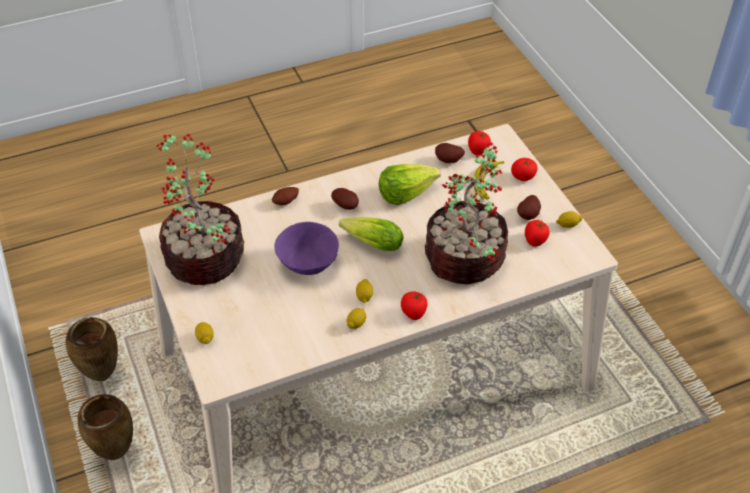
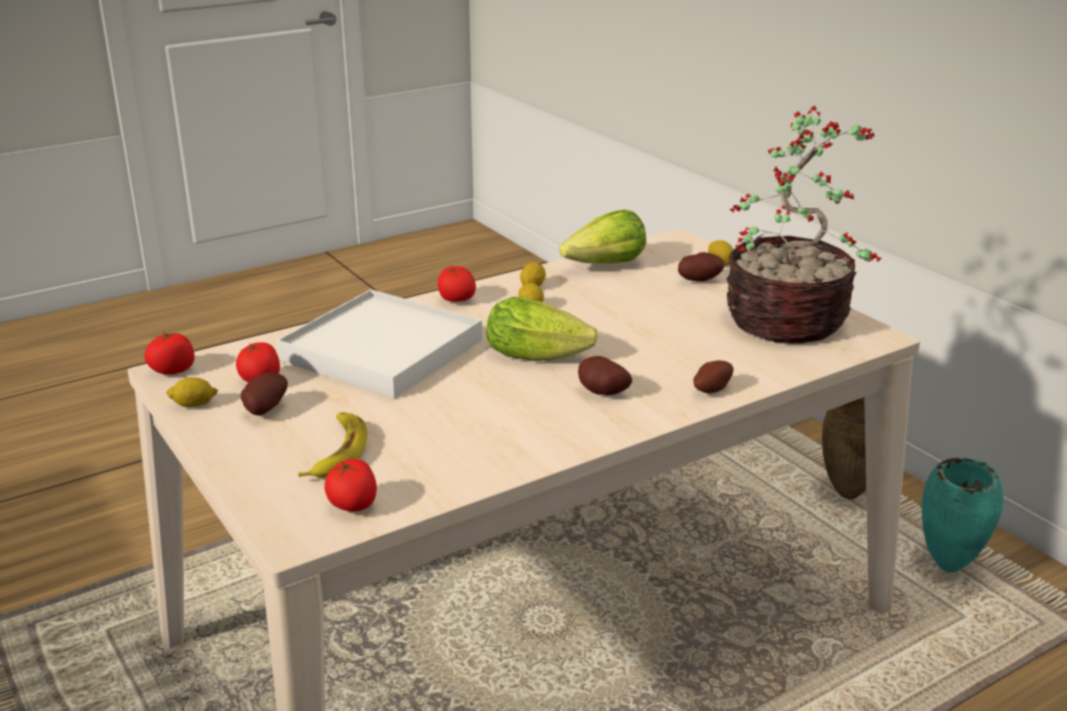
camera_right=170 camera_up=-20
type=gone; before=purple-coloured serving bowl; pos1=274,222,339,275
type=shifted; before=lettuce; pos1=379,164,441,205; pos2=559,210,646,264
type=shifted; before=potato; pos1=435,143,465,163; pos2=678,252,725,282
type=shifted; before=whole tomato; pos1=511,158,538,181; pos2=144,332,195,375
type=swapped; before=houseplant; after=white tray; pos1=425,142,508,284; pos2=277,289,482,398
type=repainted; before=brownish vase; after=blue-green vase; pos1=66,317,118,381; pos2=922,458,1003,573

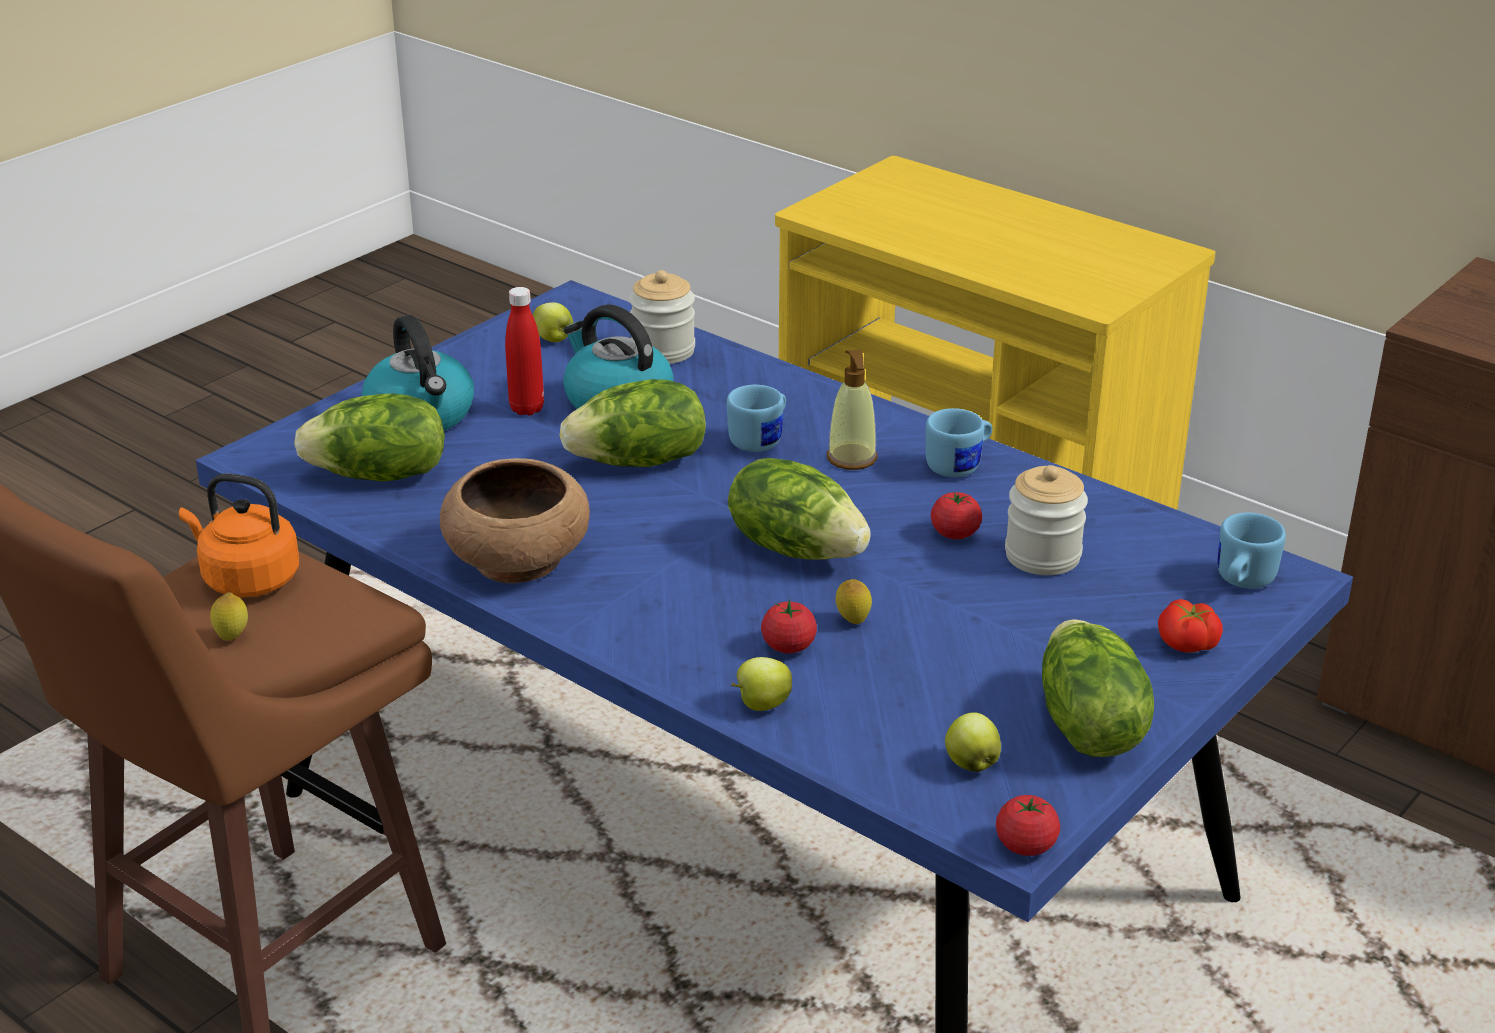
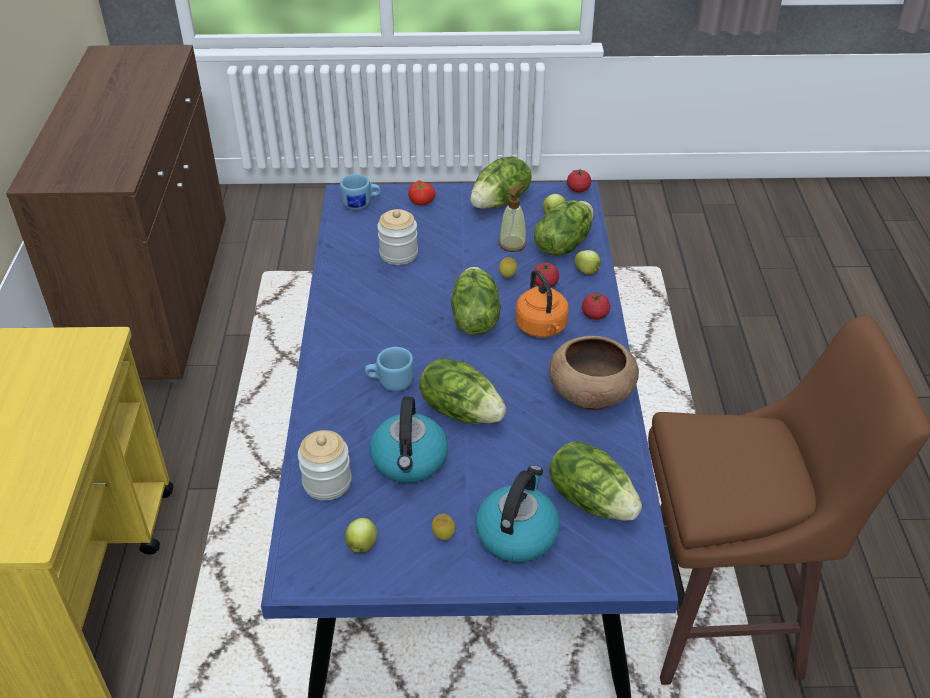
camera_right=-130 camera_up=10
type=gone; before=red beverage bottle; pos1=505,287,544,416
type=gone; before=blue tea mug; pos1=926,408,992,477
type=new; after=lettuce; pos2=534,200,593,256
type=shifted; before=orange-coloured water kettle; pos1=179,473,299,597; pos2=516,269,569,338
type=shifted; before=whole lemon; pos1=210,592,248,641; pos2=432,514,455,541
type=shifted; before=liquid soap bottle; pos1=827,350,877,470; pos2=499,185,527,252
type=shifted; before=whole tomato; pos1=931,492,982,539; pos2=582,292,610,320

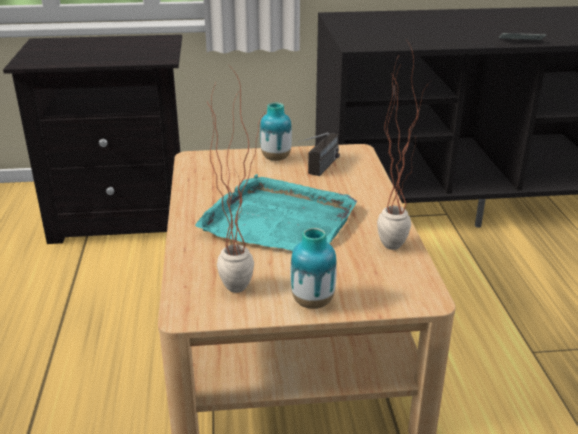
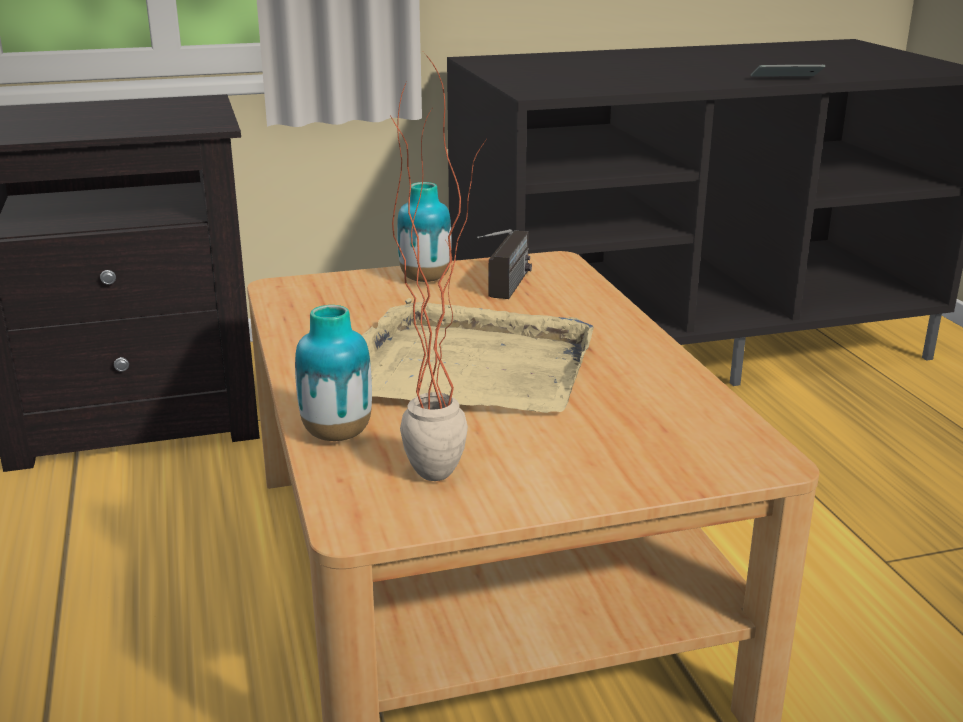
camera_right=-10 camera_up=-5
type=gone; before=houseplant; pos1=377,41,430,250
type=shifted; before=vase; pos1=290,227,337,309; pos2=295,305,372,441
type=repainted; before=blue-green tray; after=beige-coloured tray; pos1=195,174,357,251; pos2=361,298,594,413

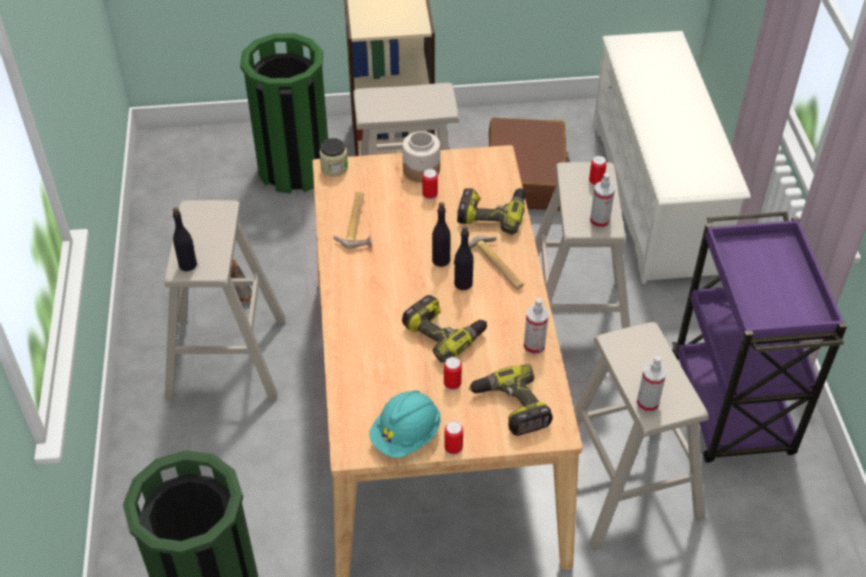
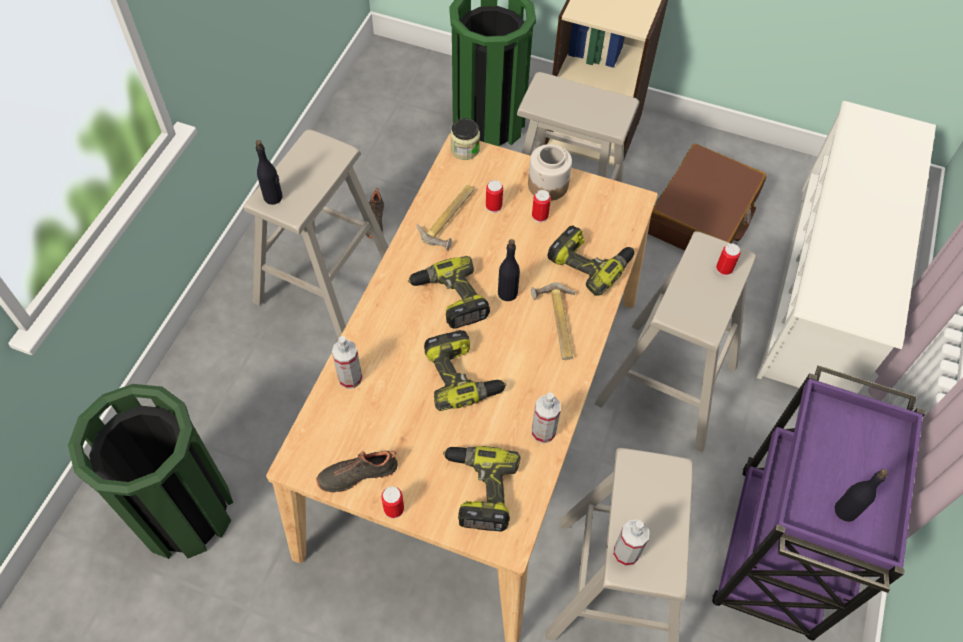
camera_right=25 camera_up=10
type=new; after=power drill; pos2=408,256,490,329
type=shifted; before=sealed can; pos1=444,357,462,391; pos2=486,180,503,213
type=shifted; before=black-coloured beverage bottle; pos1=454,226,474,290; pos2=835,469,888,522
type=shifted; before=spray bottle; pos1=590,173,615,228; pos2=332,336,362,389
type=swapped; before=blue-green safety helmet; after=black-coloured low shoe; pos1=369,390,441,458; pos2=316,451,398,492

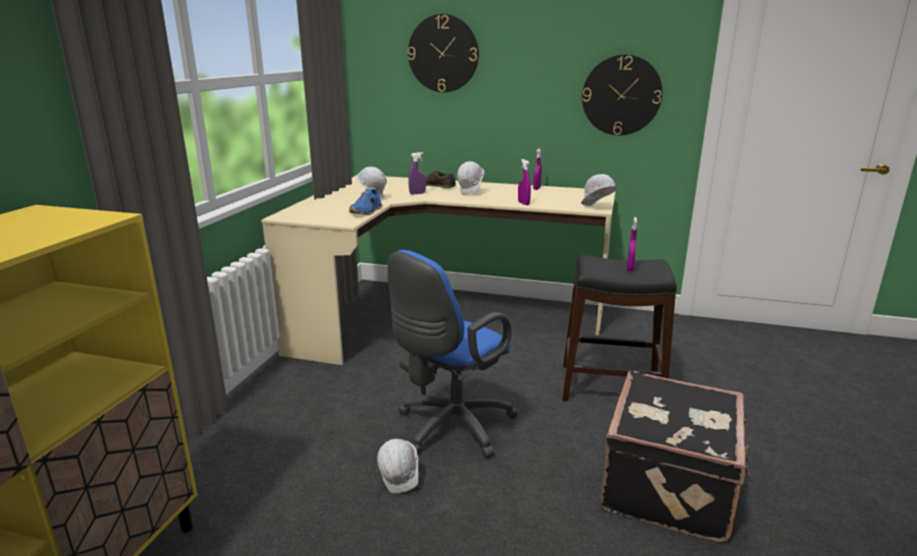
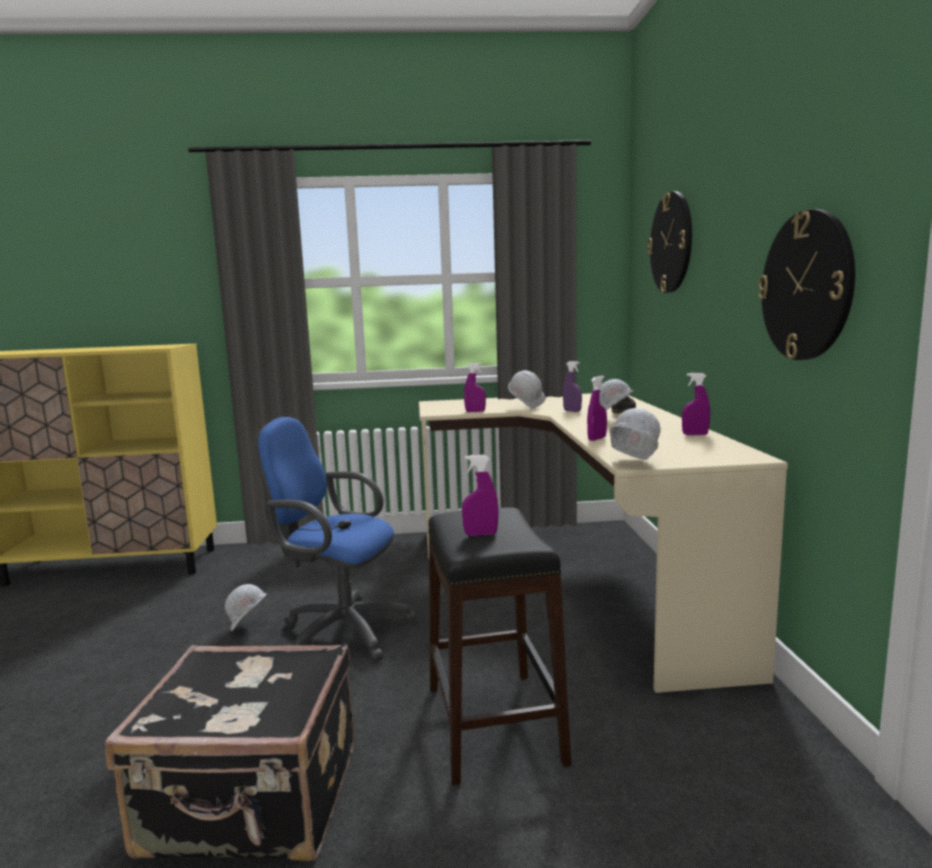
camera_right=70 camera_up=-10
type=swapped; before=blue low shoe; after=purple-coloured spray bottle; pos1=349,187,382,215; pos2=464,363,486,412

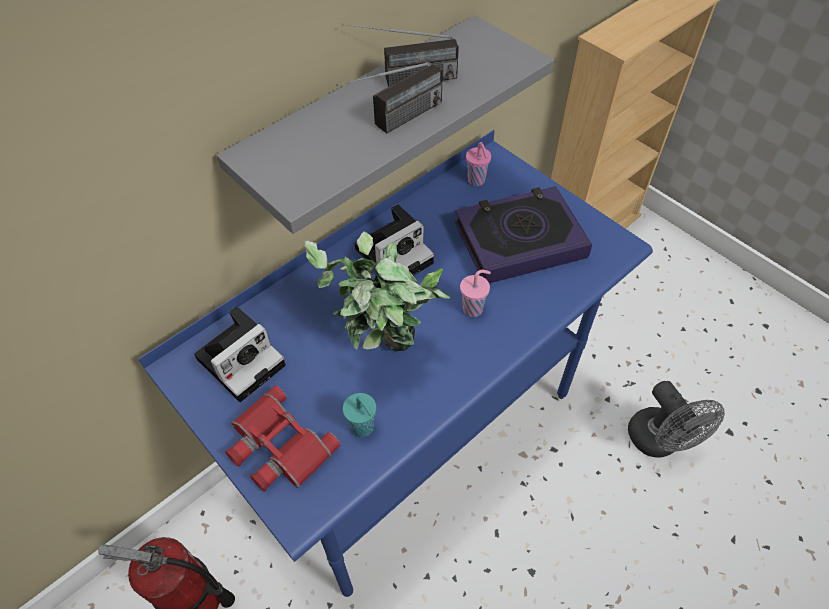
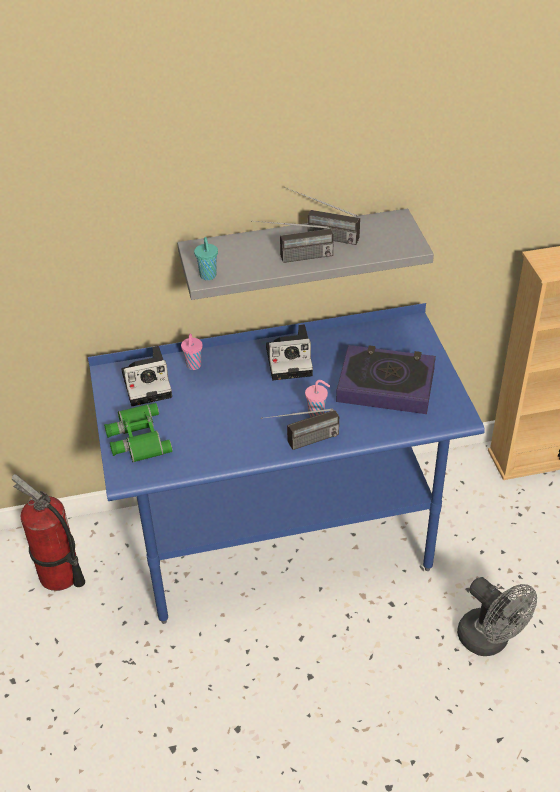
camera_right=30 camera_up=-10
type=gone; before=houseplant; pos1=305,232,450,351
type=new; after=radio receiver; pos2=261,409,339,450
type=shifted; before=blue-green small cup; pos1=343,393,376,437; pos2=194,237,218,280
type=shifted; before=pinkish small cup; pos1=466,142,491,186; pos2=181,333,202,370
type=repainted; before=red field glasses; after=green field glasses; pos1=225,385,340,492; pos2=104,403,173,462
type=rotated; before=grey fan; pos1=628,381,725,458; pos2=457,577,537,656; turn=-45

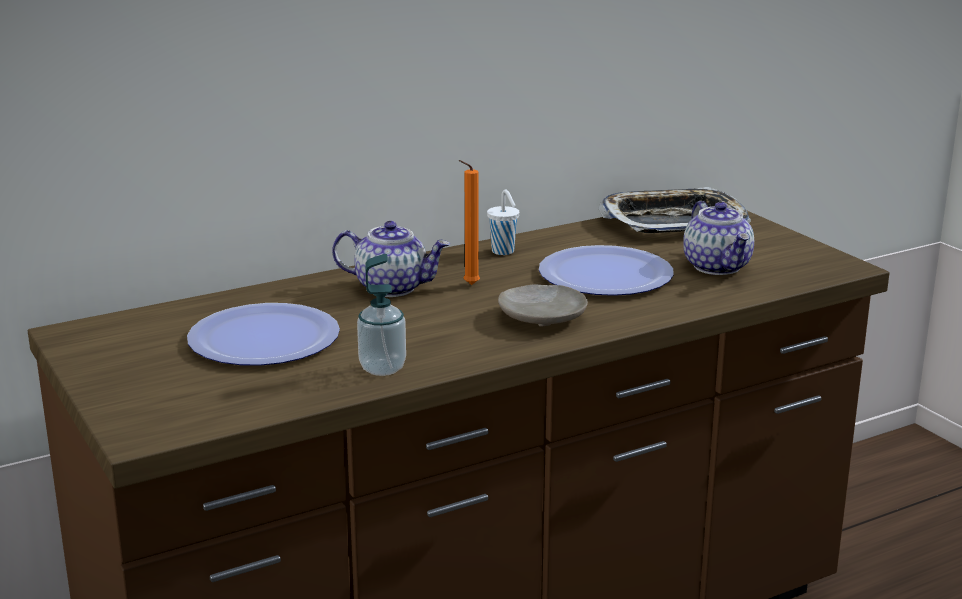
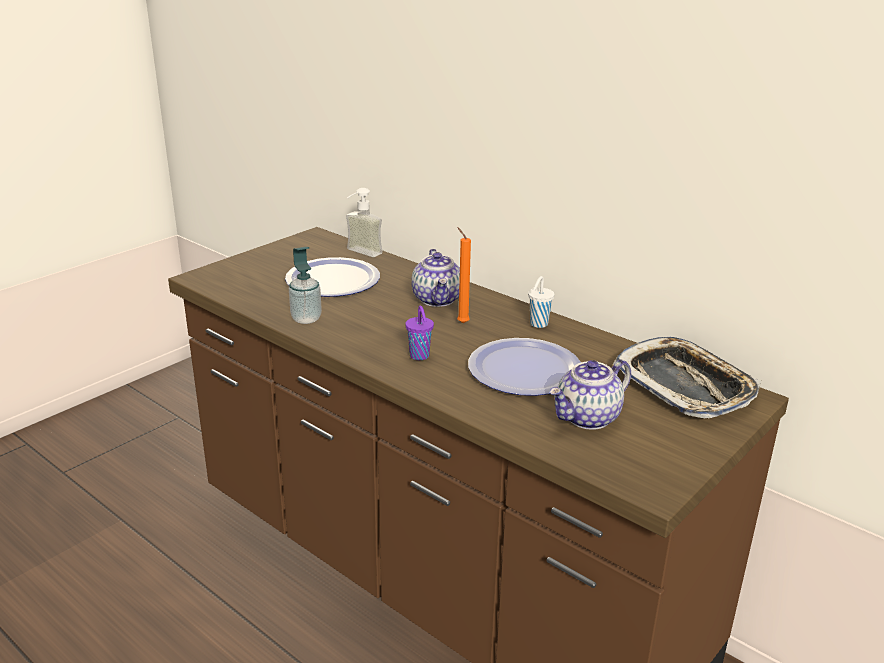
camera_right=70 camera_up=5
type=new; after=liquid soap bottle; pos2=346,188,382,257
type=swapped; before=beige-coloured flat dish; after=purple-coloured small cup; pos1=498,284,588,327; pos2=405,306,434,360

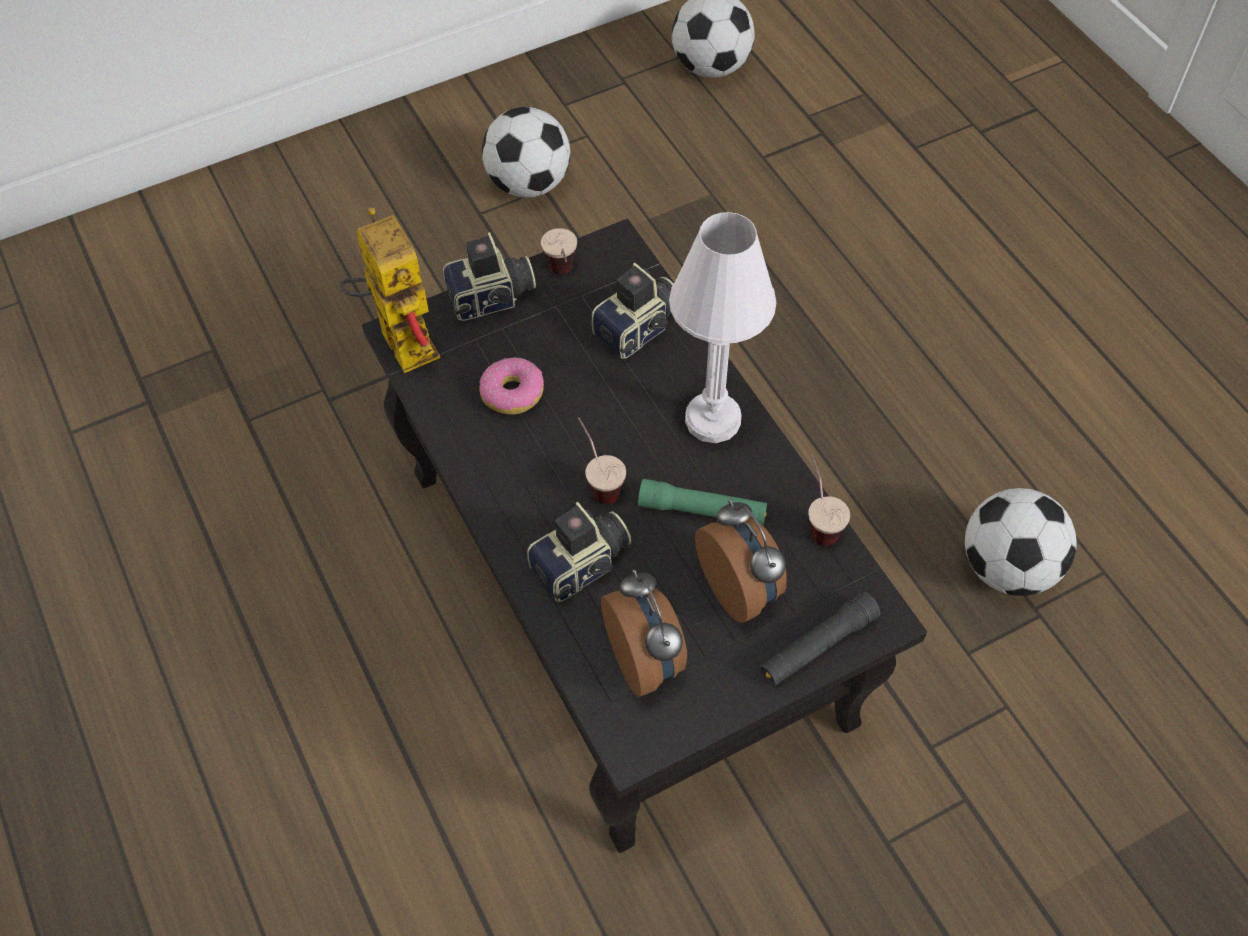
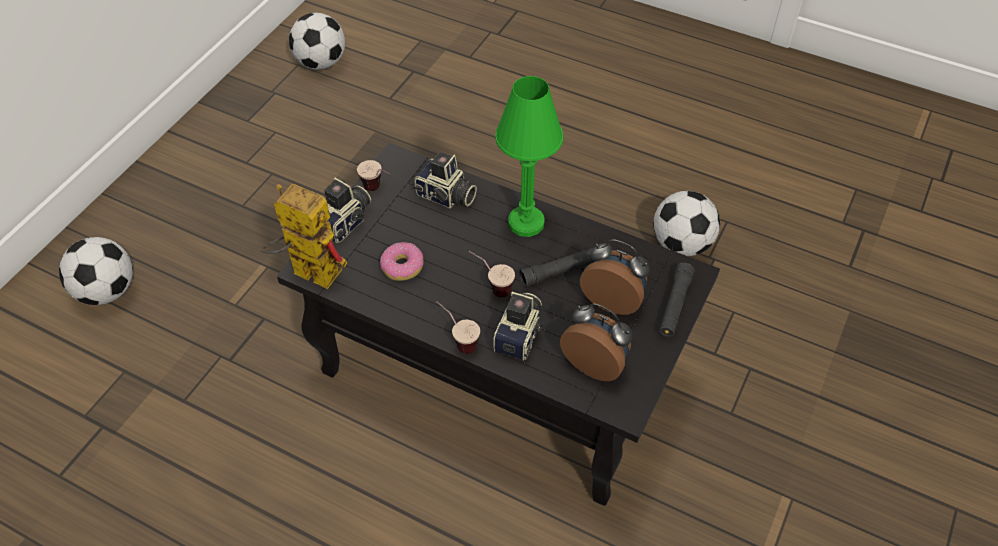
camera_right=-35 camera_up=-5
type=shifted; before=football; pos1=482,107,571,198; pos2=59,237,133,305
type=shifted; before=small cup; pos1=808,454,850,546; pos2=436,301,480,354
type=repainted; before=green torch; after=black-coloured torch; pos1=638,479,767,525; pos2=519,248,594,287
type=repainted; before=white table lamp; after=green table lamp; pos1=669,212,776,443; pos2=495,76,563,237
type=rotated; before=photo camera; pos1=592,263,673,358; pos2=413,152,477,208; turn=105

